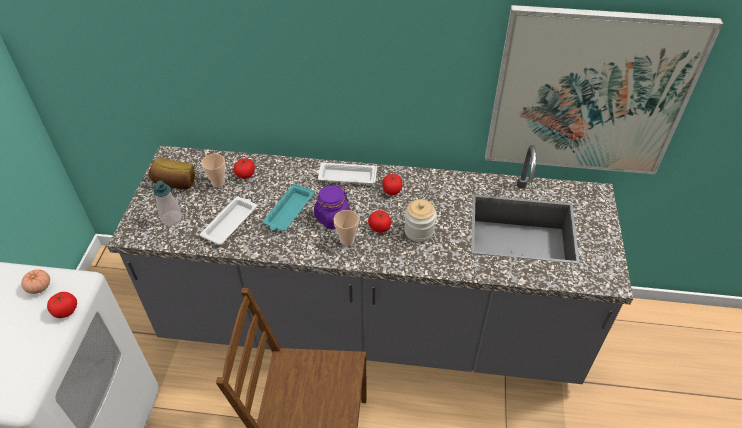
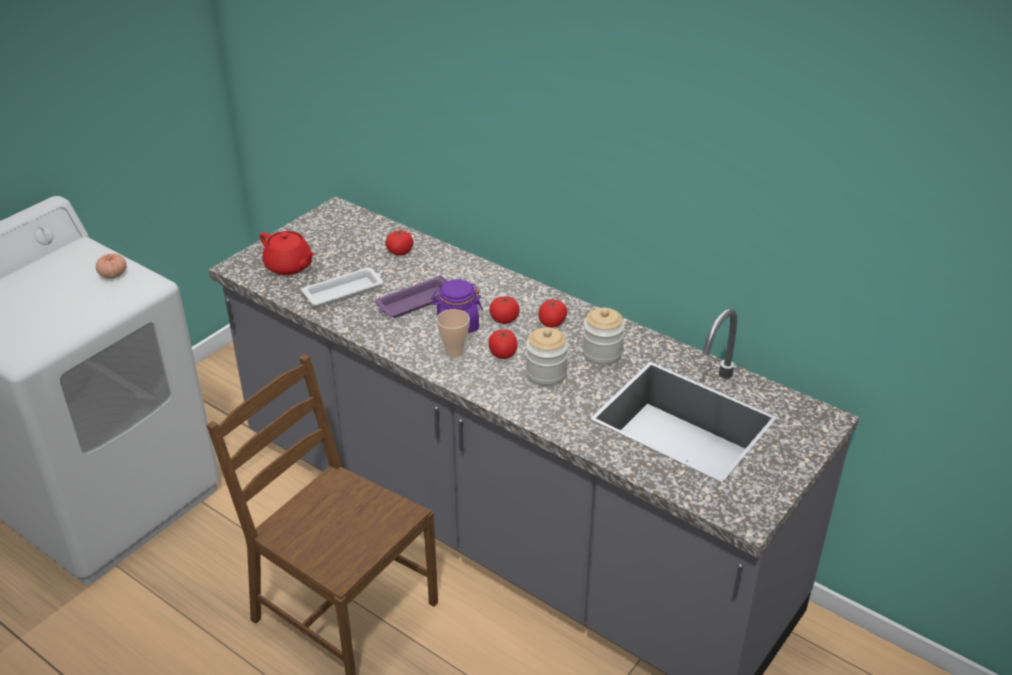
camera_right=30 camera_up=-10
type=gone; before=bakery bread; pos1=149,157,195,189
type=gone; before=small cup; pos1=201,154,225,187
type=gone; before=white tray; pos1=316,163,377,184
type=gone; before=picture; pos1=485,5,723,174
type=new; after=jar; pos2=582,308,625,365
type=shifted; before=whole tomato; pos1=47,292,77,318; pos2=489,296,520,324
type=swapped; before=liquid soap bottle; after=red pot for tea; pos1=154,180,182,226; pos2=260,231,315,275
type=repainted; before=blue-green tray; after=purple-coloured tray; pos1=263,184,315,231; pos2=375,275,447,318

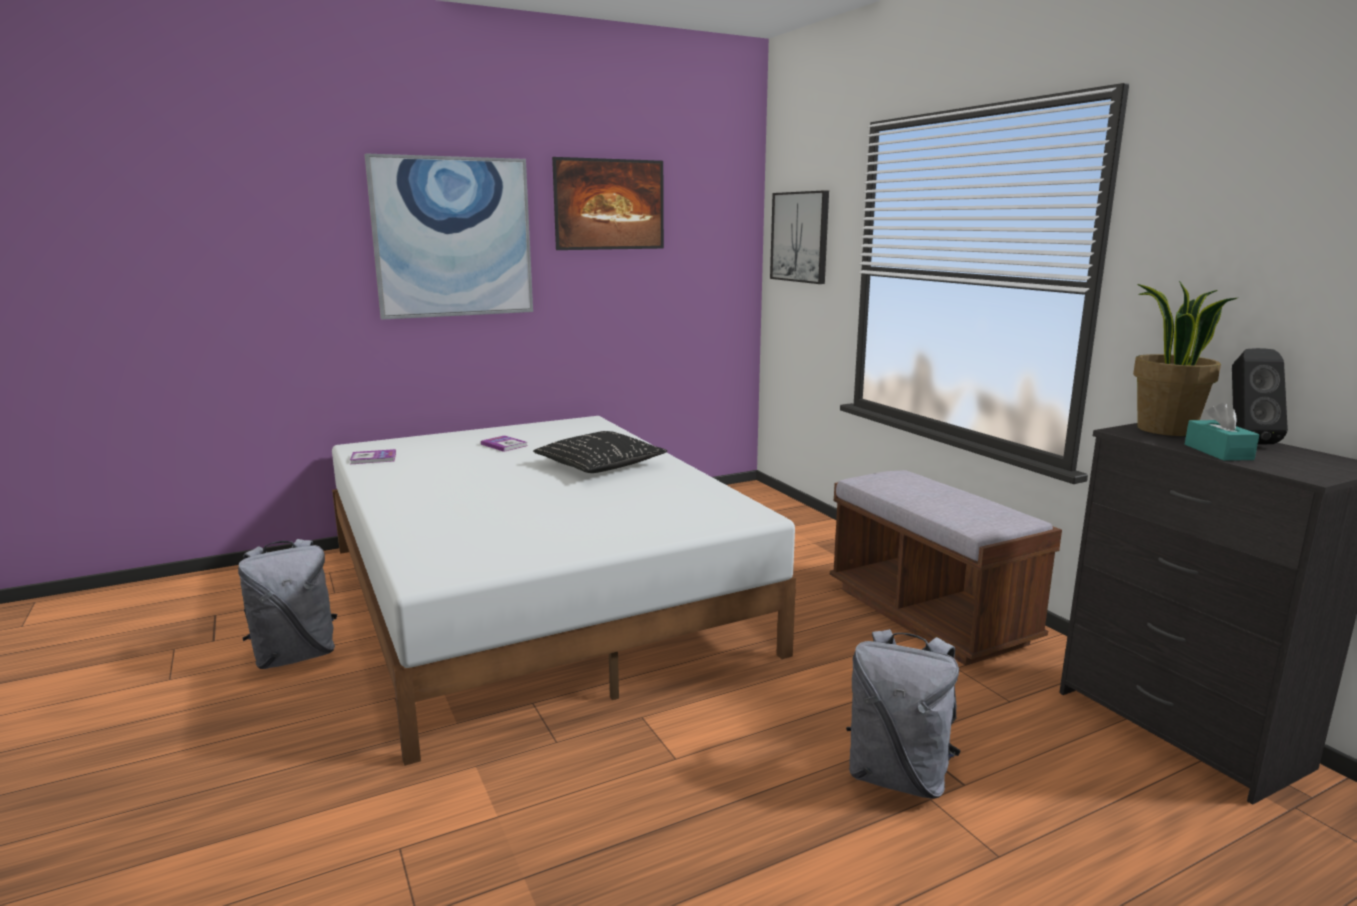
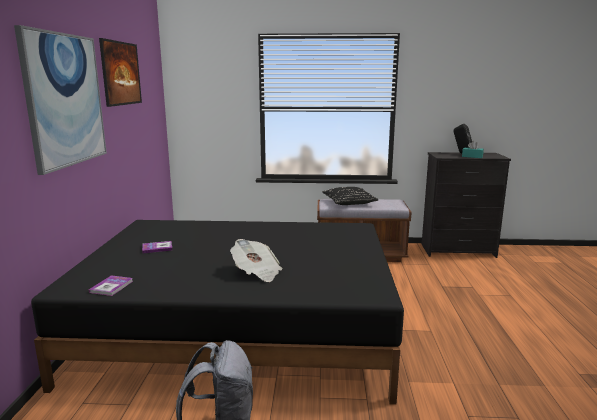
camera_right=-60 camera_up=0
type=gone; before=picture; pos1=770,190,829,284
type=gone; before=grey backpack; pos1=846,629,961,799
type=gone; before=houseplant; pos1=1133,281,1237,436
type=new; after=daily paper; pos2=230,239,283,282
type=shifted; before=black-coloured cushion; pos1=533,431,667,473; pos2=322,187,378,205
type=repainted; before=white bed; after=black-coloured bed; pos1=332,416,796,766; pos2=31,220,404,405

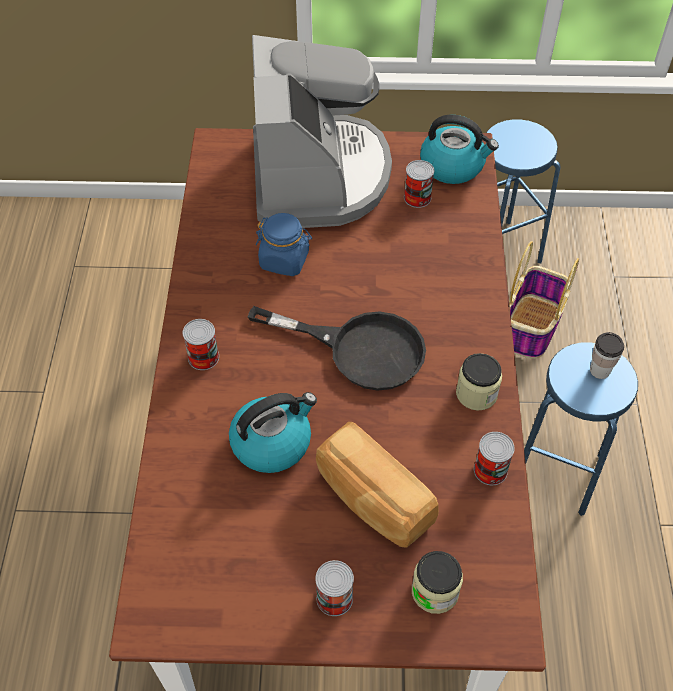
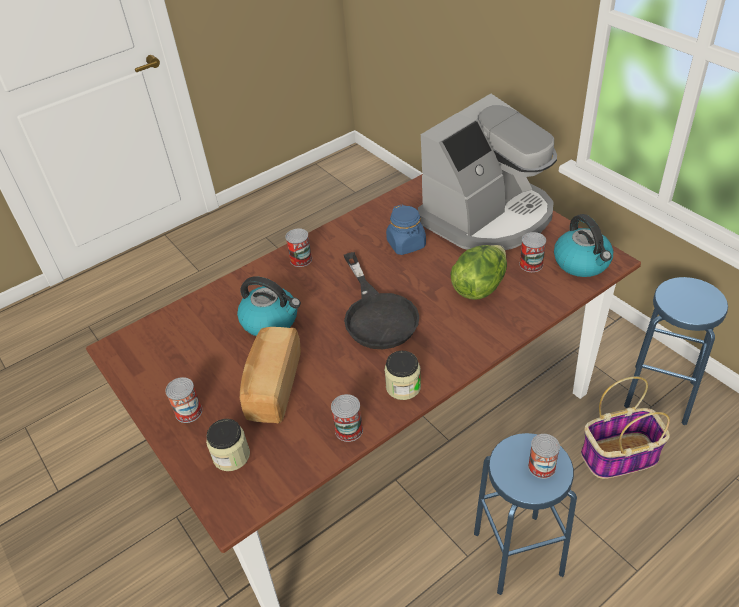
camera_right=55 camera_up=-10
type=new; after=lettuce; pos2=451,245,507,300
type=swapped; before=small cup; after=sealed can; pos1=590,332,624,379; pos2=528,434,560,479

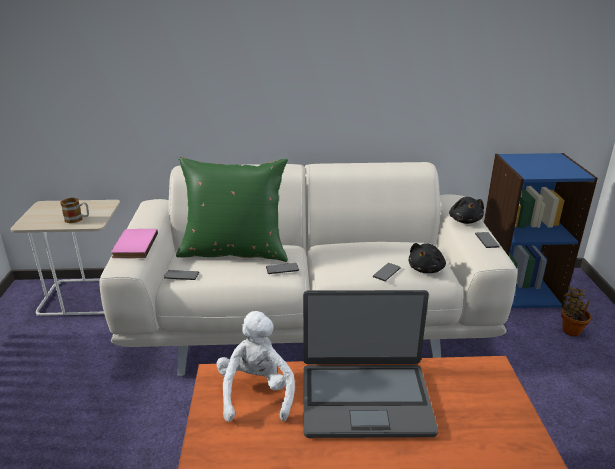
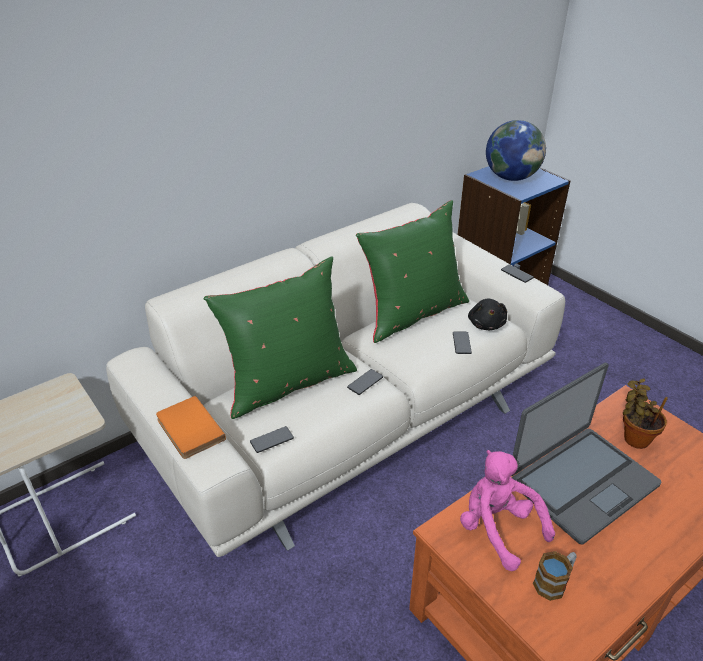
camera_right=-35 camera_up=10
type=gone; before=black-coloured plush toy; pos1=449,197,484,224
type=new; after=green cushion; pos2=356,200,469,343
type=new; after=desk globe; pos2=486,120,546,181
type=shifted; before=tea mug; pos1=61,198,89,223; pos2=533,551,577,601
type=shifted; before=houseplant; pos1=561,286,591,336; pos2=623,379,668,449
type=repainted; before=pinkish book; after=orange-coloured book; pos1=111,229,158,258; pos2=156,396,226,459
type=repainted; before=white plush toy; after=pinkish plush toy; pos1=216,311,295,422; pos2=460,450,555,571

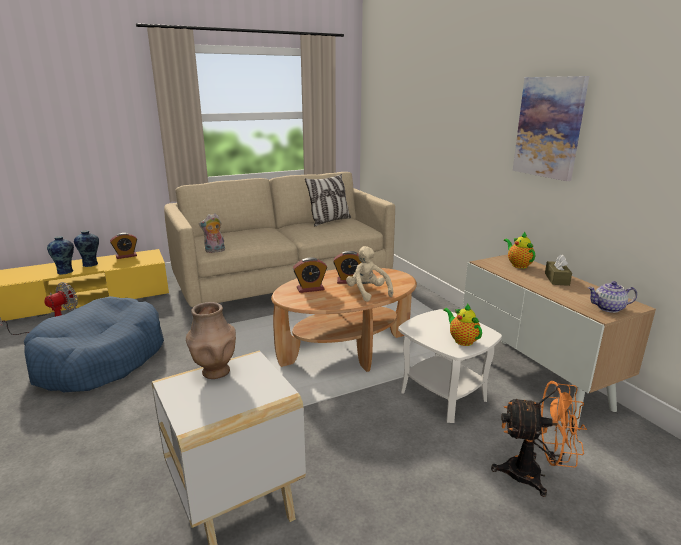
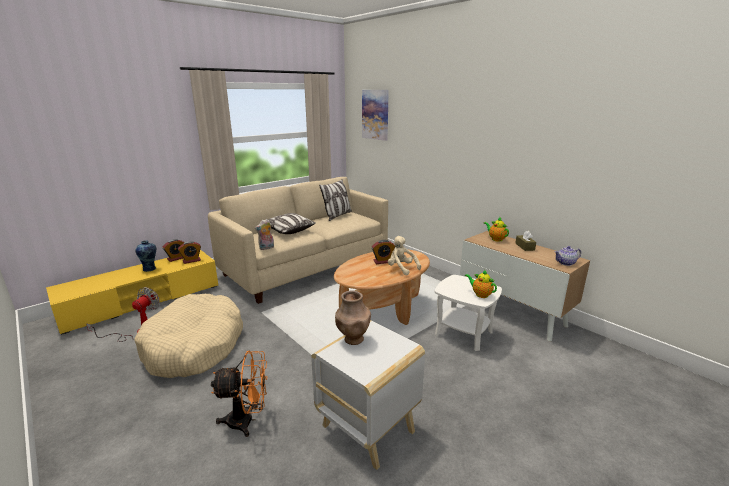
camera_right=-15 camera_up=0
type=gone; before=vase; pos1=47,236,74,275
type=new; after=cushion; pos2=268,213,316,234
type=shifted; before=alarm clock; pos1=293,257,327,293; pos2=178,241,201,264
type=shifted; before=orange-coloured fan; pos1=491,381,587,497; pos2=211,351,268,437
type=shifted; before=picture; pos1=513,76,589,181; pos2=362,90,389,141
type=repainted; before=blue dog cushion; after=beige-coloured dog cushion; pos1=24,296,164,392; pos2=134,294,243,378

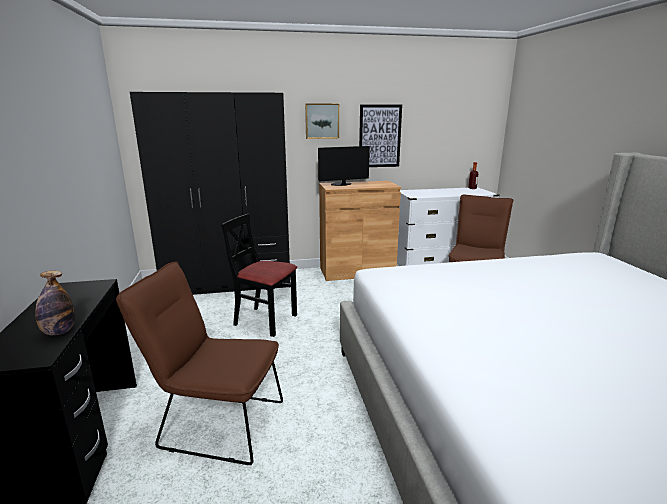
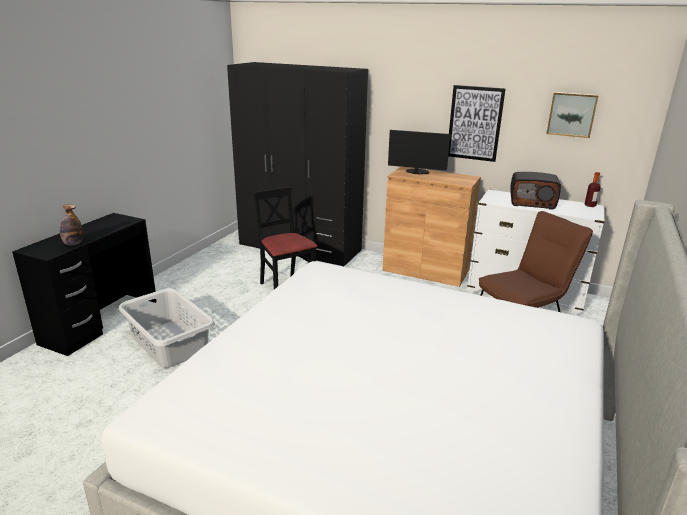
camera_right=35 camera_up=5
type=new; after=radio receiver; pos2=510,172,561,210
type=shifted; before=picture; pos1=305,104,339,139; pos2=546,92,599,138
type=swapped; before=brownish plain chair; after=grey laundry basket; pos1=116,262,283,465; pos2=119,288,215,368

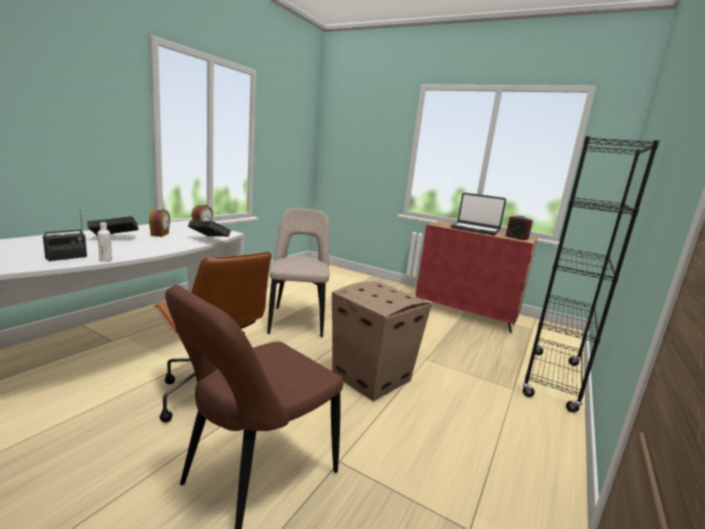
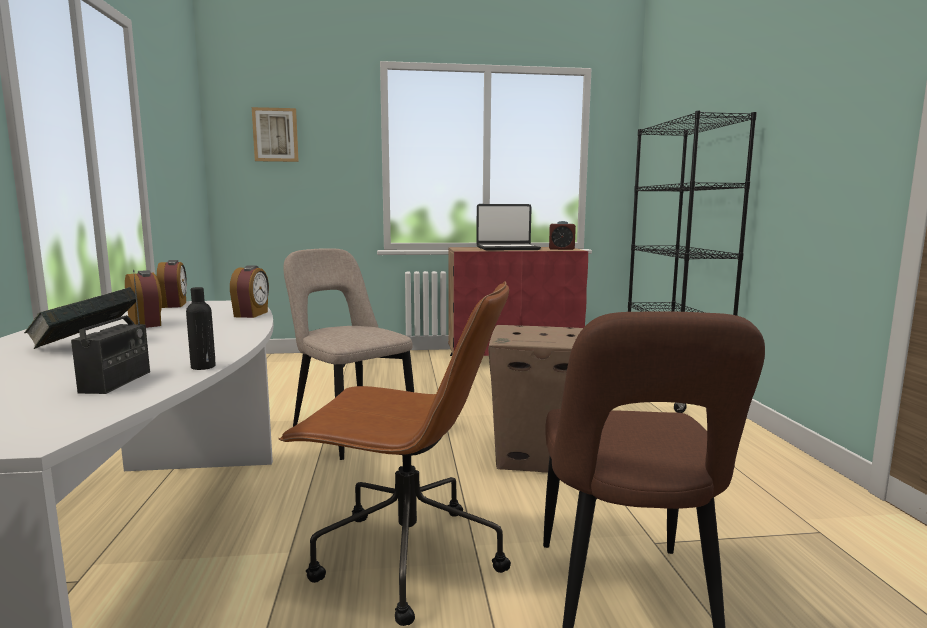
camera_right=-35 camera_up=-5
type=new; after=picture; pos2=252,107,299,162
type=swapped; before=book; after=alarm clock; pos1=188,221,231,237; pos2=230,265,269,318
type=repainted; before=white beverage bottle; after=black-coloured beverage bottle; pos1=97,222,112,262; pos2=186,287,216,370

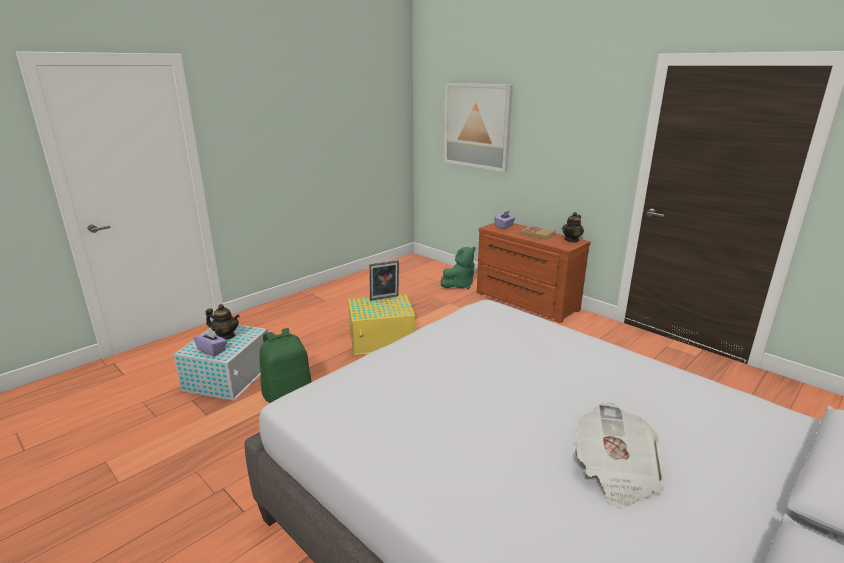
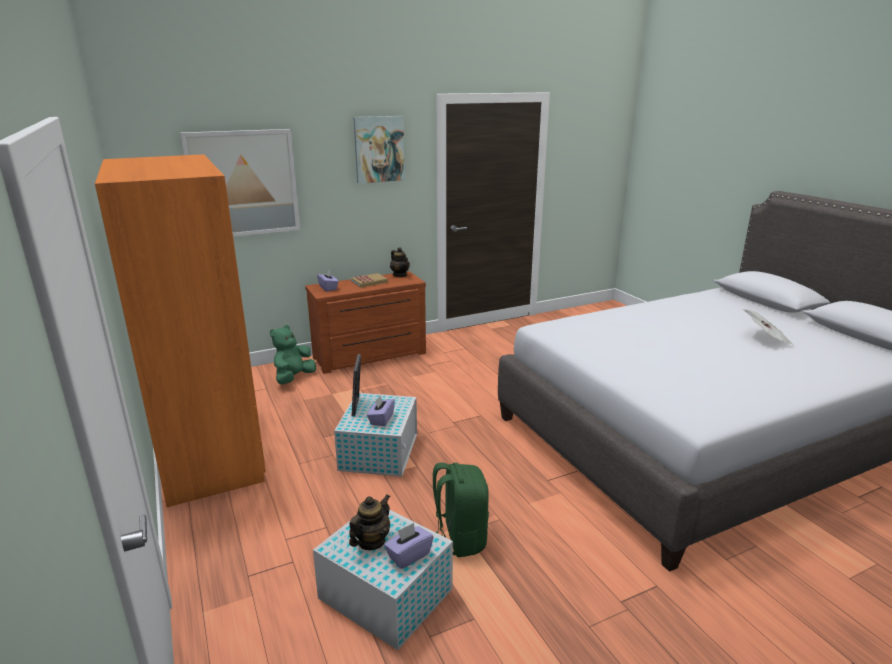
camera_right=-70 camera_up=0
type=new; after=orange-coloured armoire; pos2=95,154,266,507
type=new; after=picture; pos2=353,116,405,184
type=new; after=purple-coloured box of tissues; pos2=367,395,395,426
type=repainted; before=yellow storage container; after=white storage container; pos1=348,294,415,355; pos2=334,393,417,476
type=rotated; before=green plush toy; pos1=441,247,476,289; pos2=270,325,316,385; turn=-135

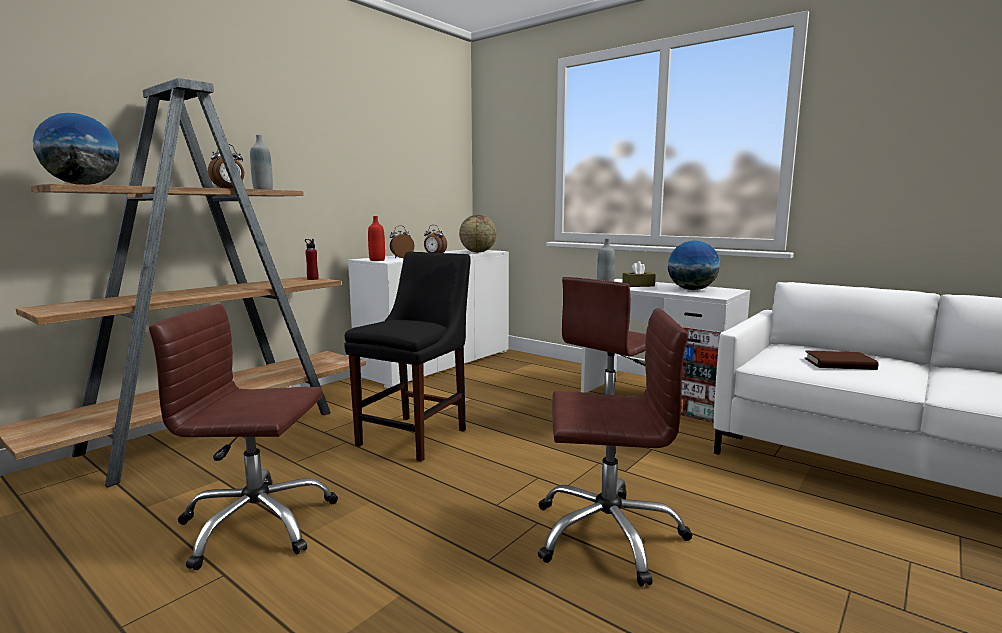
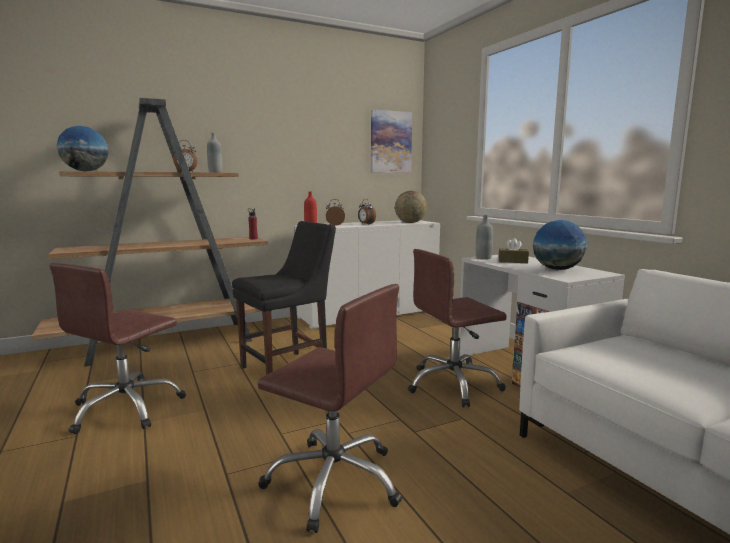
camera_right=25 camera_up=0
type=gone; before=brownish book; pos1=804,351,878,370
type=new; after=picture; pos2=371,109,412,173
type=rotated; before=brownish desk chair; pos1=149,304,338,570; pos2=49,263,186,434; turn=-90

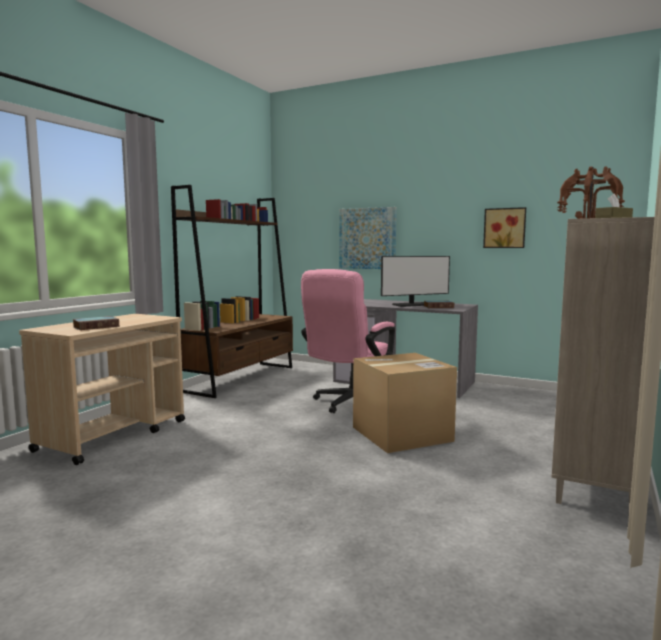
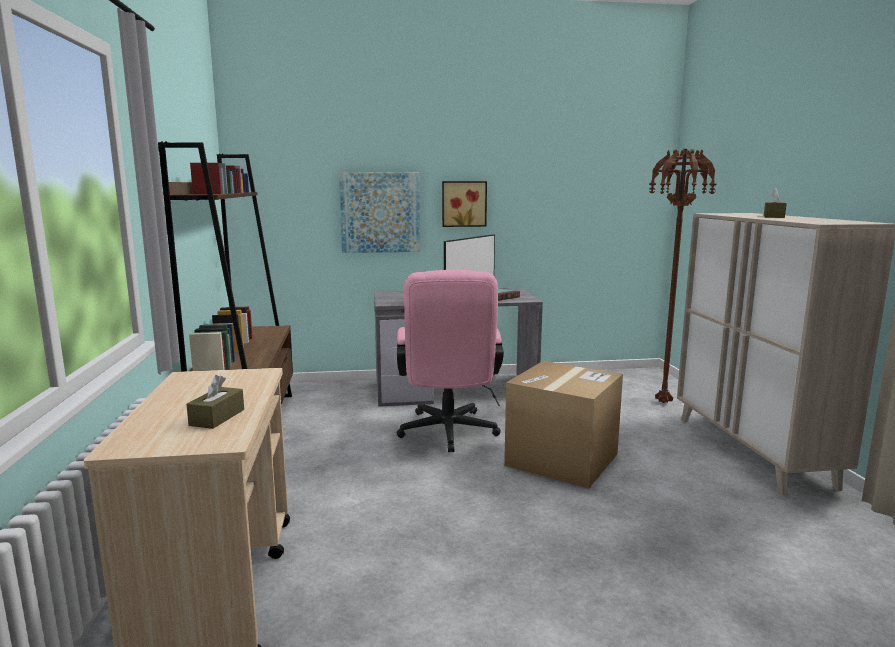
camera_right=-35 camera_up=5
type=shifted; before=picture; pos1=483,207,526,248; pos2=442,181,487,227
type=swapped; before=book; after=brownish box of tissues; pos1=73,316,119,330; pos2=186,375,244,429

